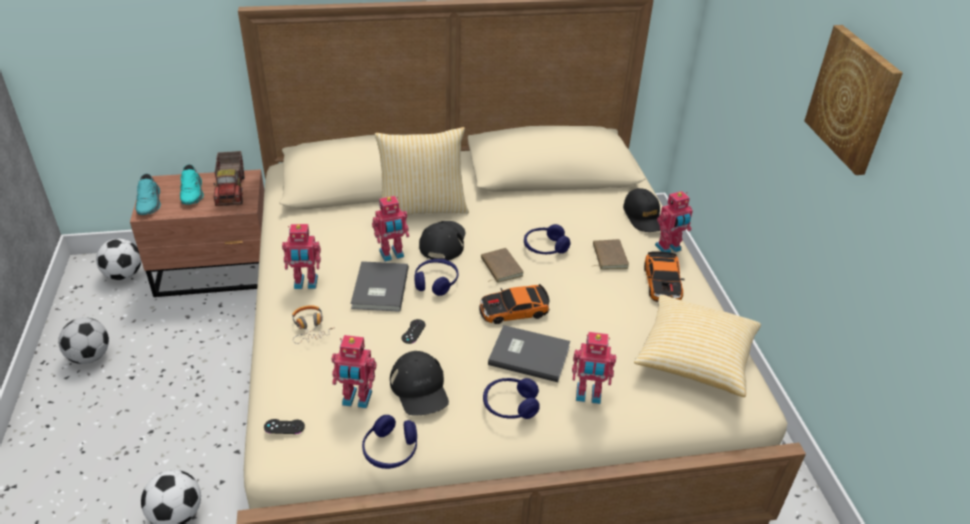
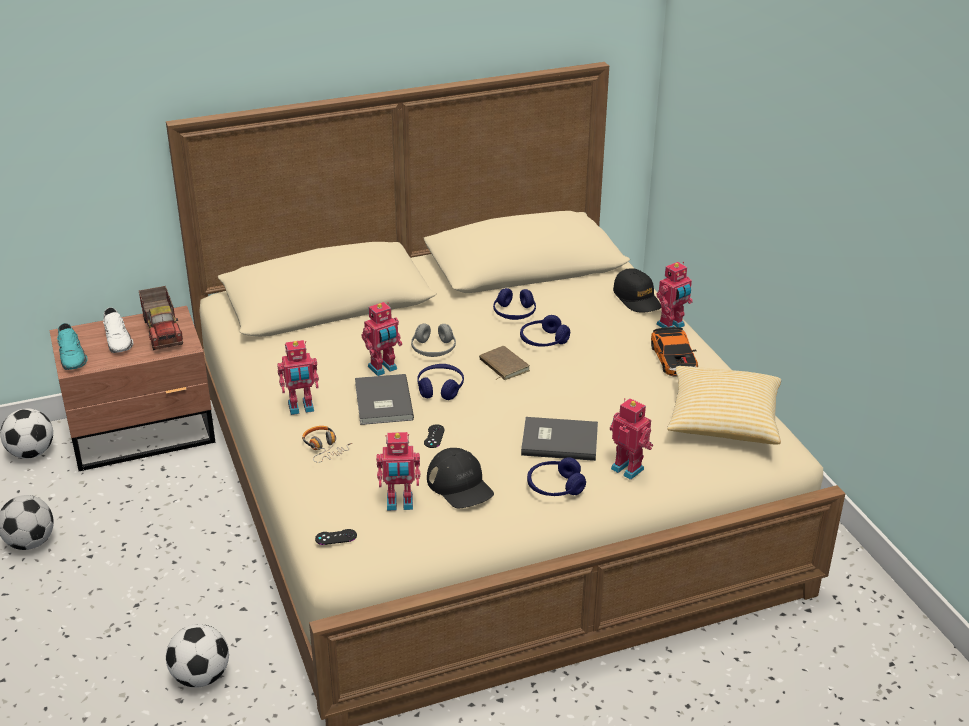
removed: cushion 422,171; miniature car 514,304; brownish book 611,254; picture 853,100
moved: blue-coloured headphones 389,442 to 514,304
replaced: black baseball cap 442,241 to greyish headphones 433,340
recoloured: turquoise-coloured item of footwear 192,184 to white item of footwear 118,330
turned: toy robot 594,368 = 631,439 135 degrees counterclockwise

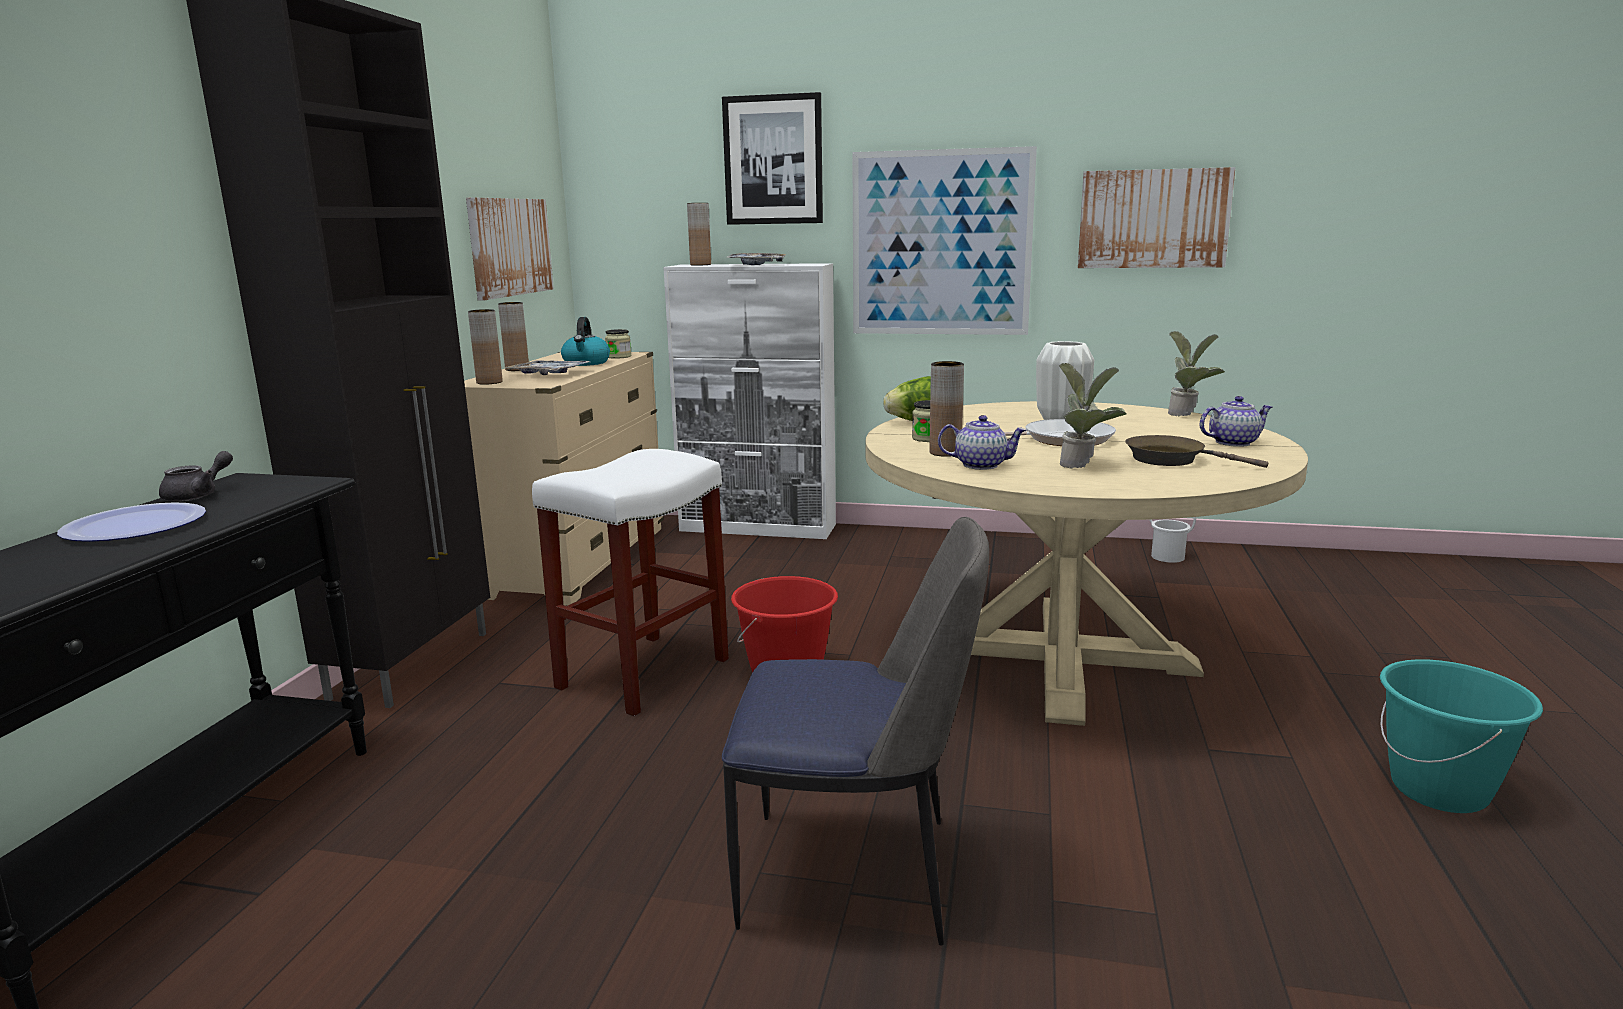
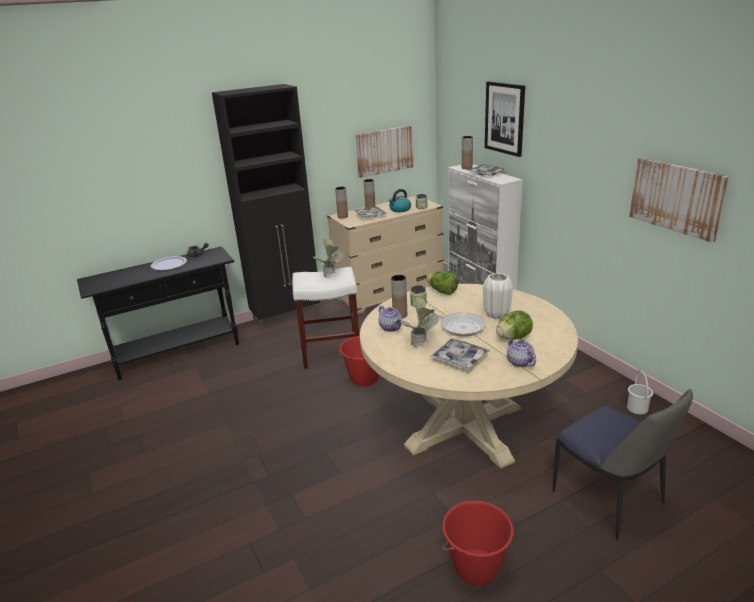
removed: picture 944,240
added: head of lettuce 514,325
moved: plain chair 855,731 to 623,464; potted plant 1196,373 to 328,258
replaced: brownish skillet 1196,451 to carrying tray 460,354
recoloured: turquoise-coloured water bucket 1461,736 to reddish water bucket 478,543
turned: teapot 1236,421 = 521,351 150 degrees counterclockwise

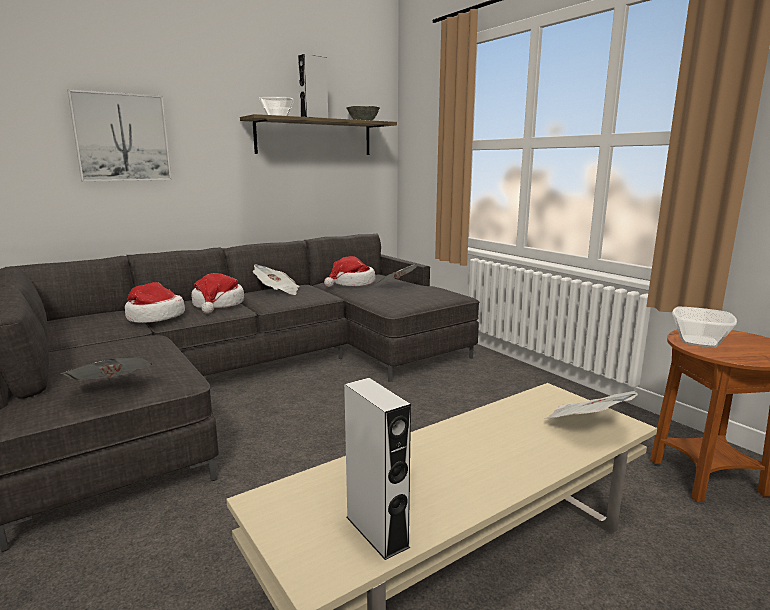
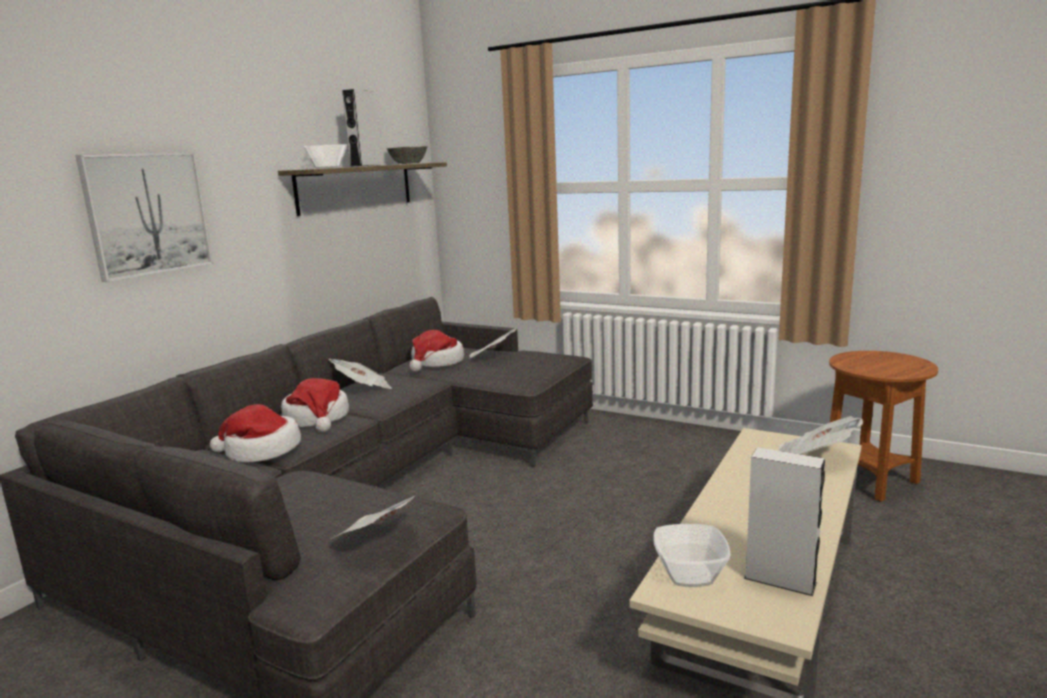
moved: deep dish 704,327 to 692,555

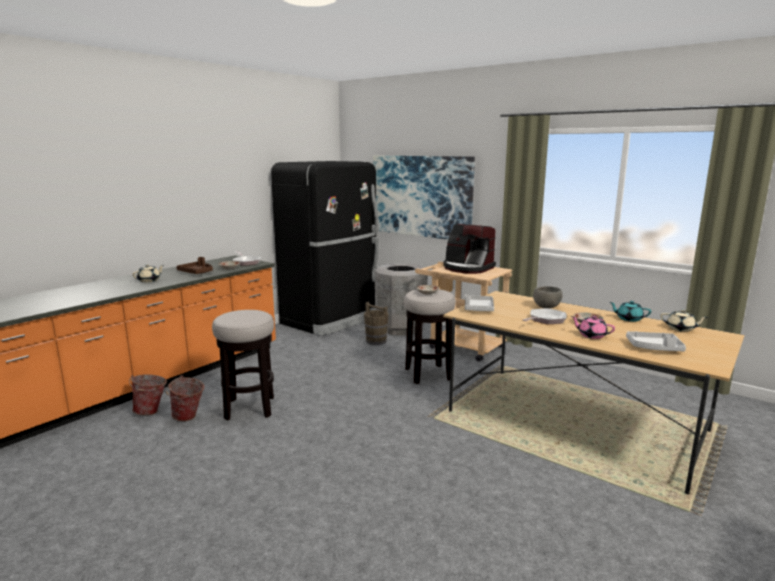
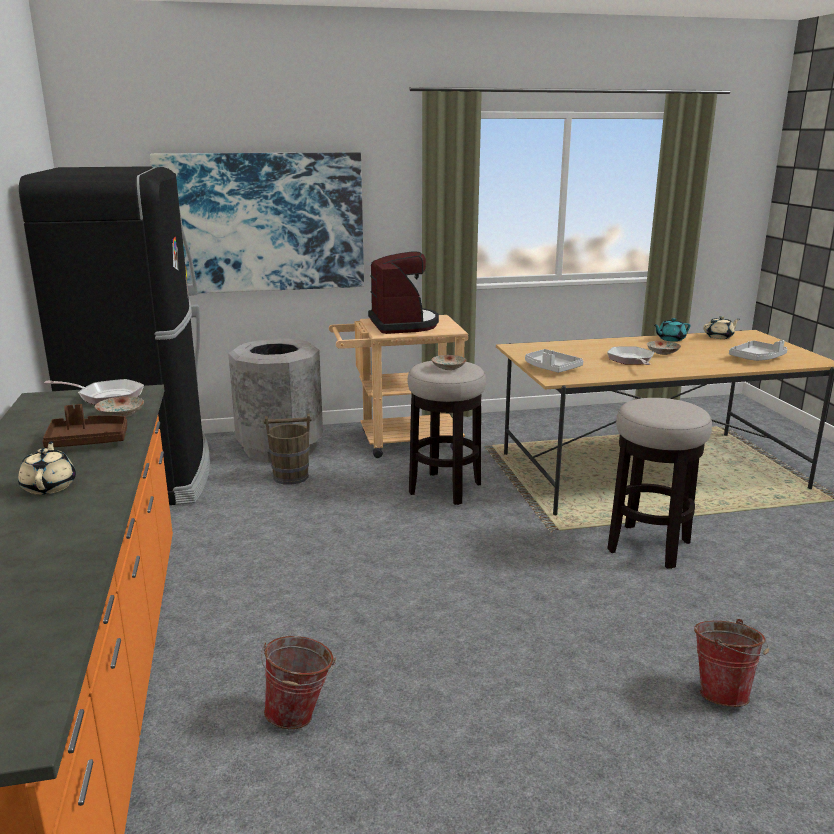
removed: greyish deep dish 547,297; pink teapot 593,327
moved: water bucket 148,394 to 731,663; stool seat 243,365 to 659,483
turned: coffee machine 469,249 = 403,292 90 degrees counterclockwise

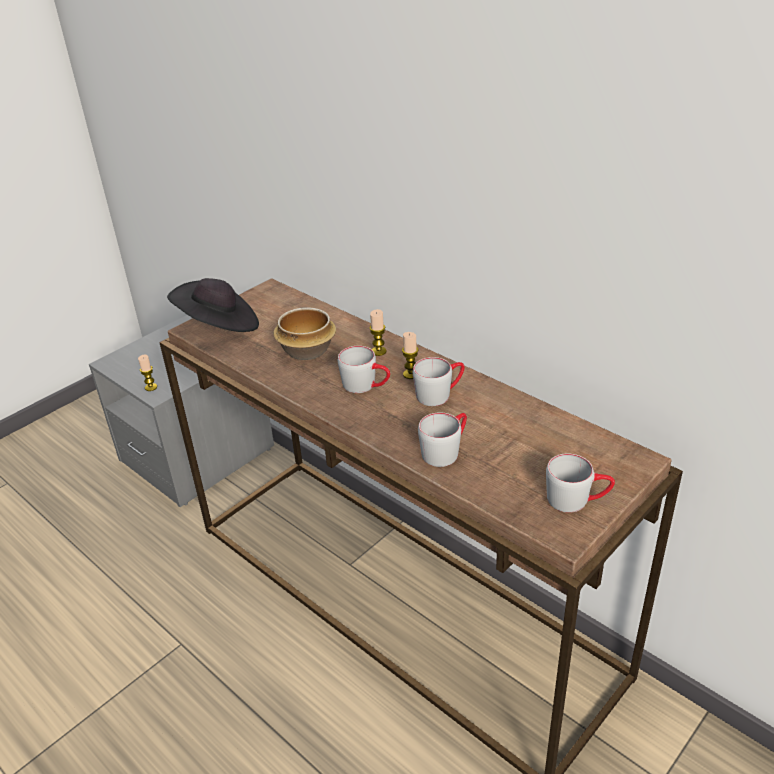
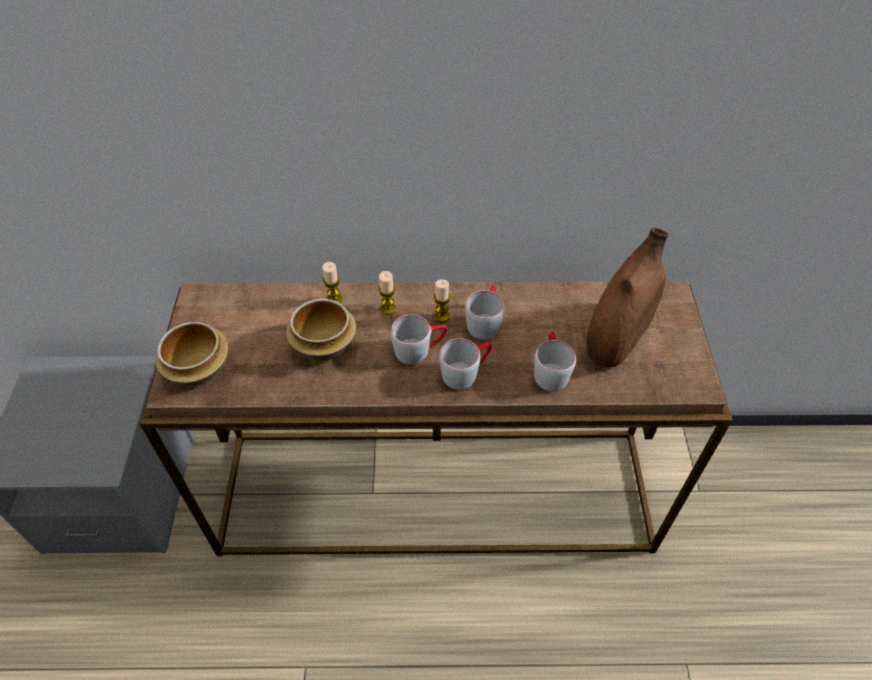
added: brownish decorative vase 627,298
moved: candle 147,373 to 332,282; greyish coffee mug 580,483 to 465,364
replaced: black clothing hat 213,305 to deep dish 191,354

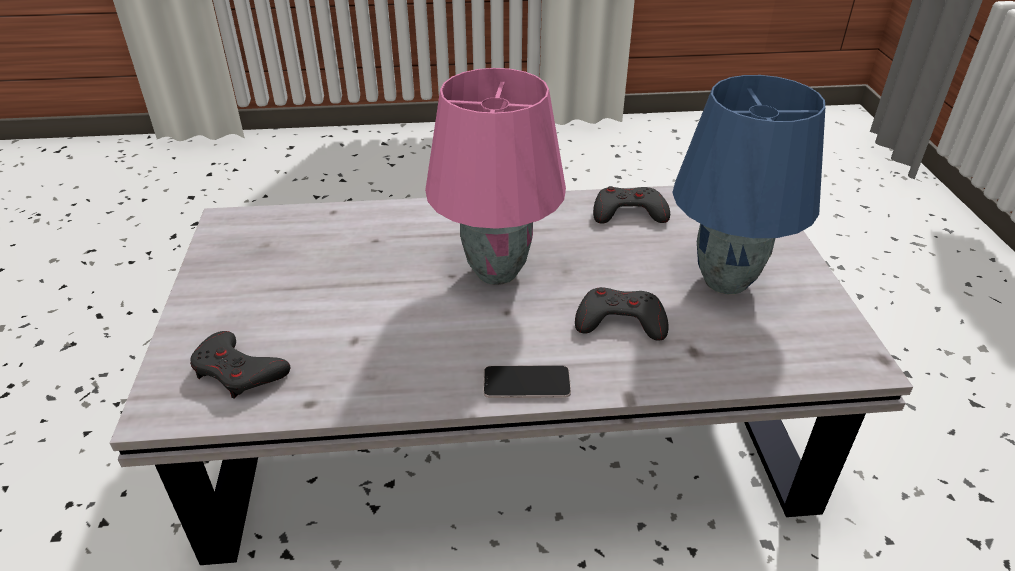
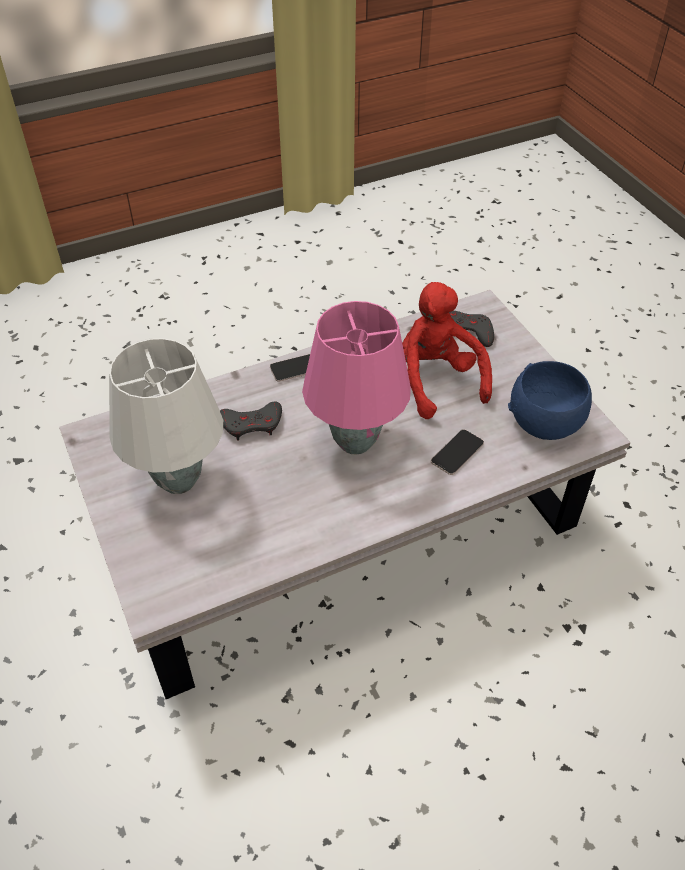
removed: greyish joypad 631,204
added: reddish cuddly toy 447,350; telephone 457,452; blue-coloured deep dish 550,400
recoloured: blue-coloured table lamp 748,184 to white table lamp 166,416

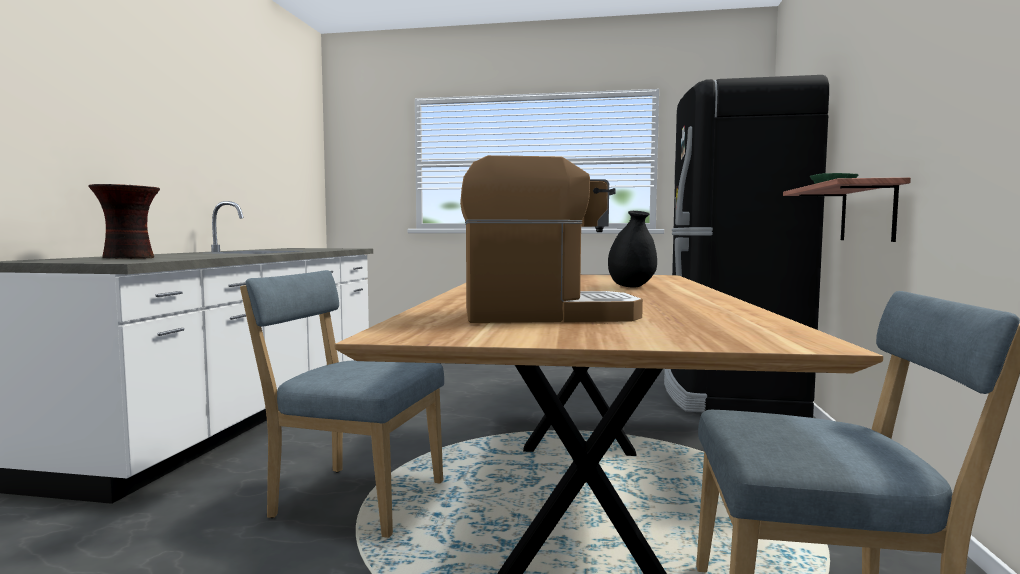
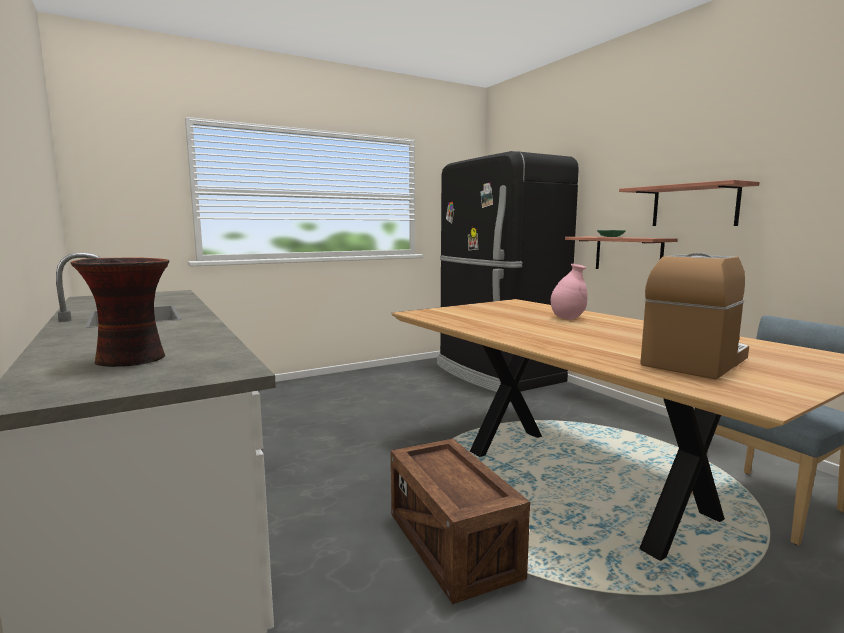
added: shelf 689,203
replaced: blue-coloured plain chair 342,404 to crate 460,521
recoloured: black decorative vase 632,249 to pink decorative vase 569,292

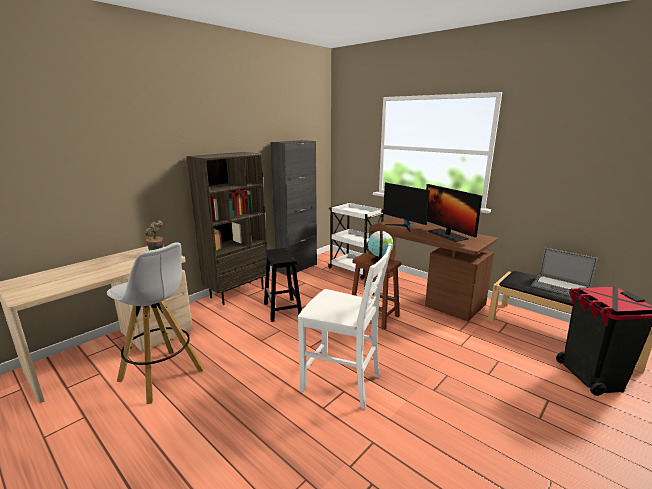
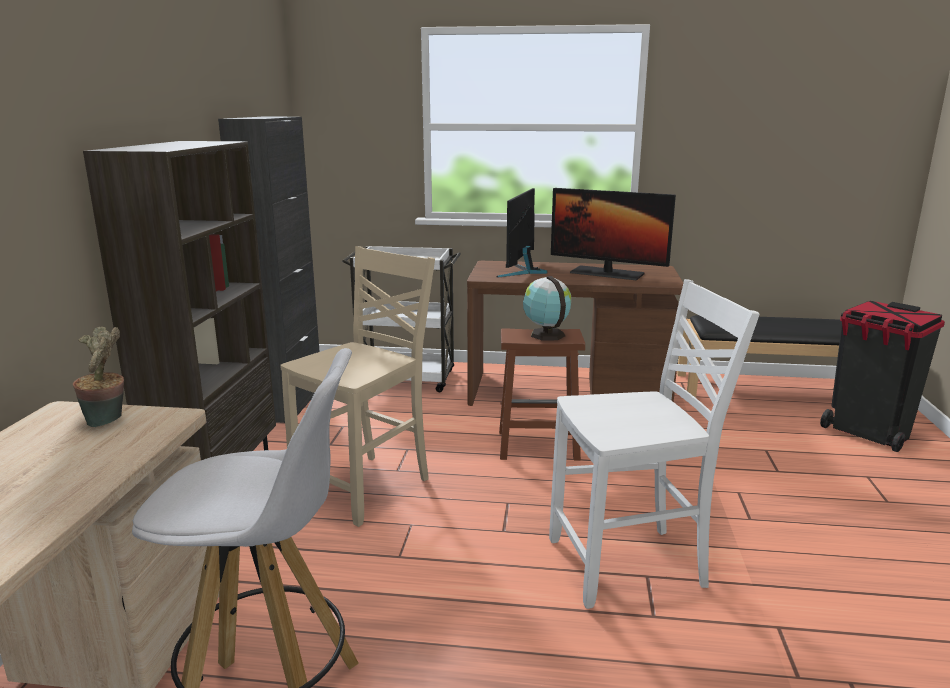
removed: laptop 564,272
replaced: black stool seat 283,285 to sand-coloured plain chair 357,386
turned: monitor 406,207 = 522,232 90 degrees clockwise

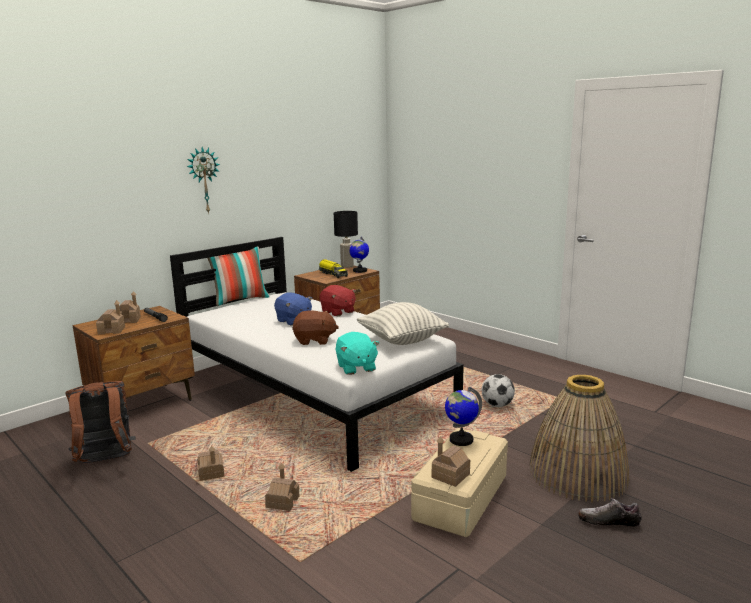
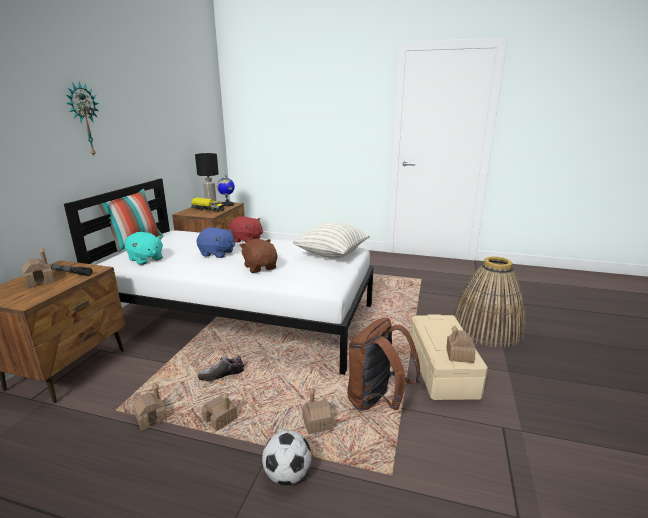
removed: world globe 463,416
moved: brownish rucksack 101,422 to 384,364; toy house 110,317 to 150,407; turquoise-coloured cuddly toy 357,353 to 144,248; football ball 498,390 to 287,457; item of footwear 610,512 to 221,368
turned: brownish cuddly toy 315,327 = 258,256 90 degrees counterclockwise

